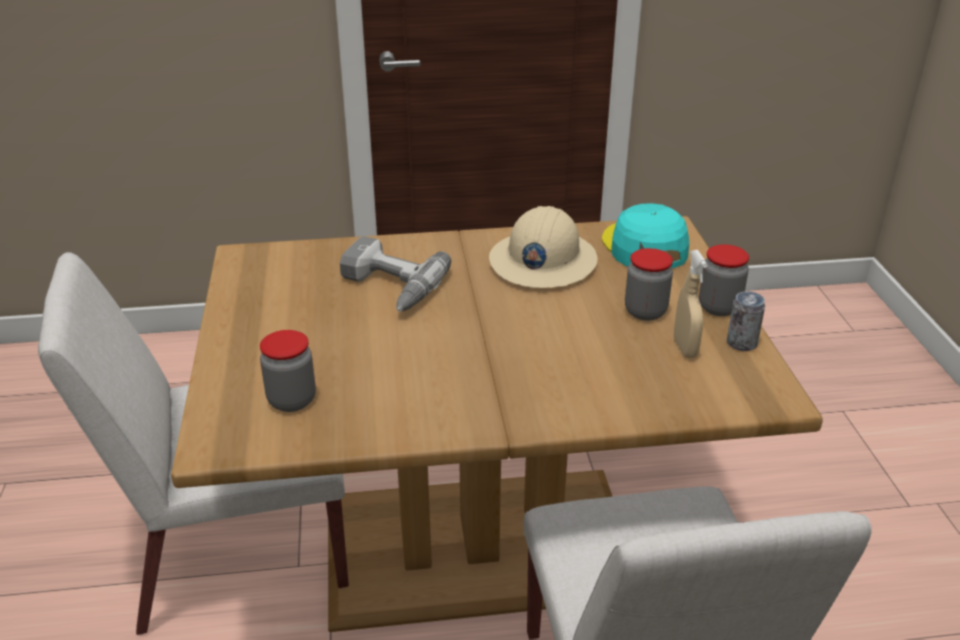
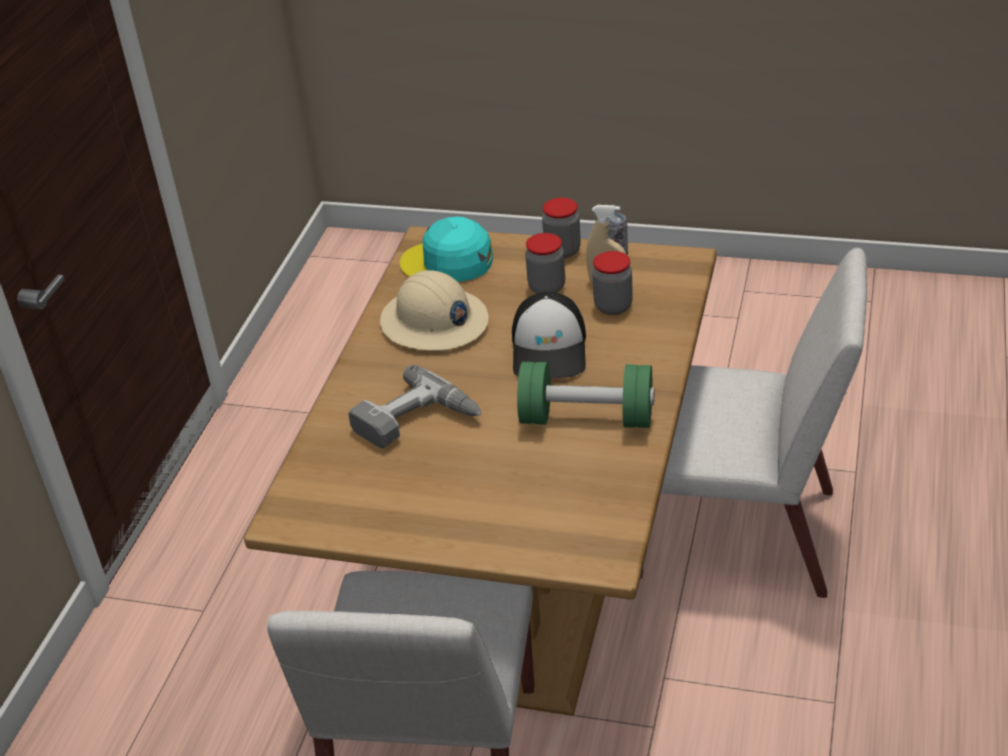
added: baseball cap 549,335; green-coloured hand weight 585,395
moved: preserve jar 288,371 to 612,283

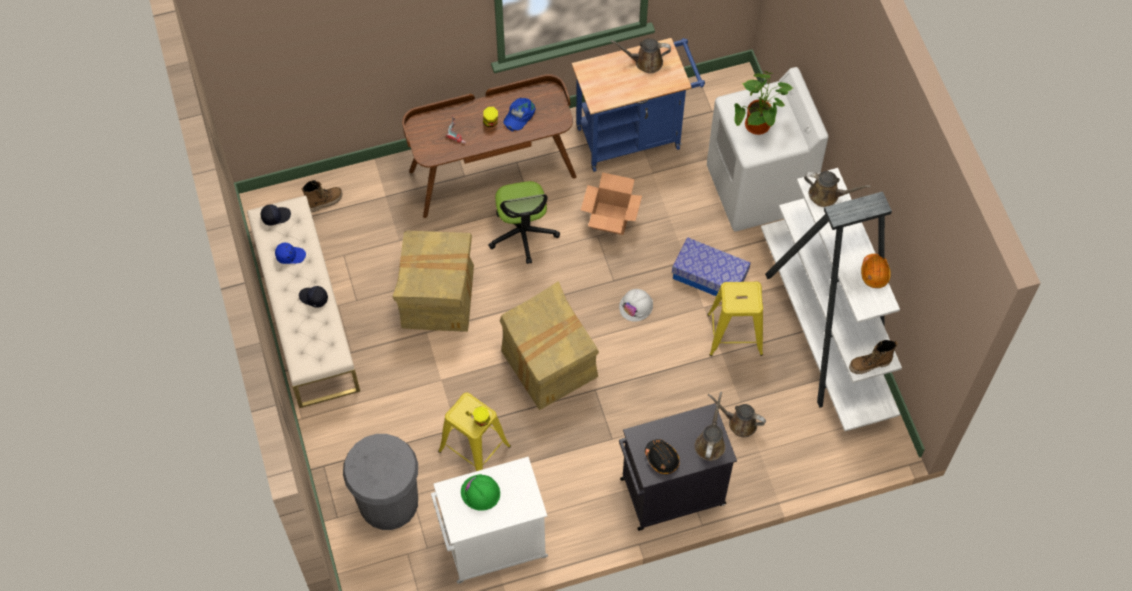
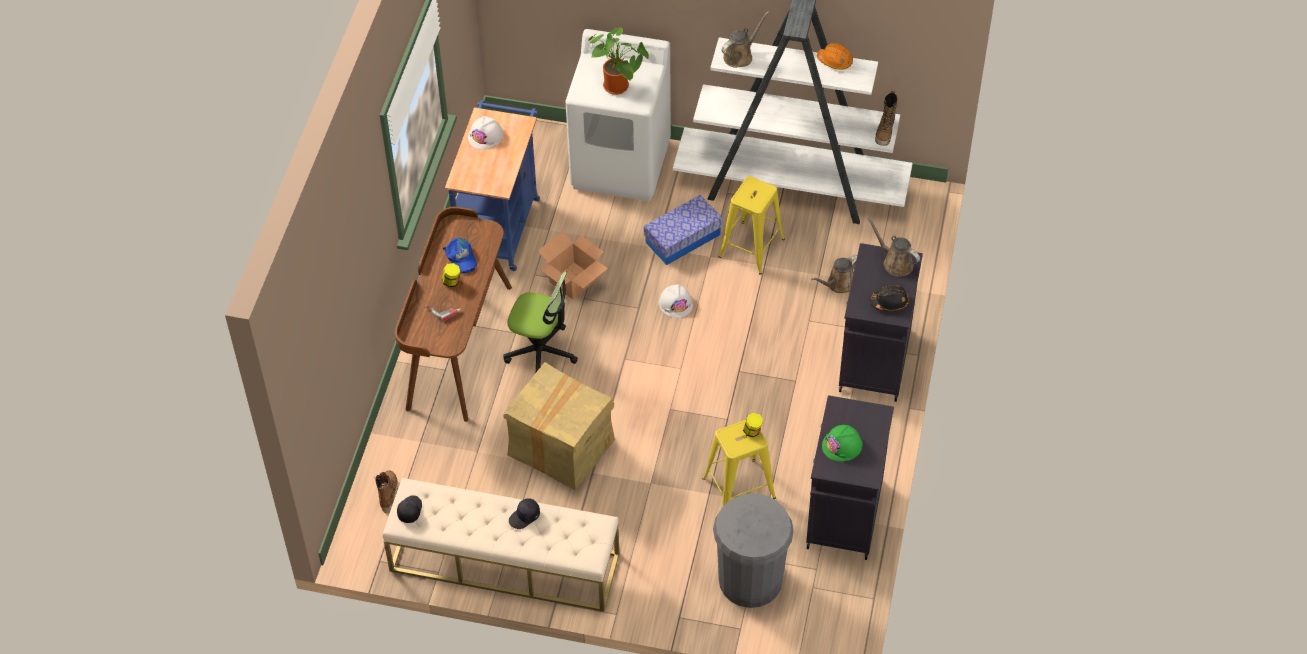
removed: blue-coloured baseball cap 290,253; packing box 549,345
replaced: brownish watering can 641,55 to white hard hat 485,133
recoloured: white cupboard 489,520 to black cupboard 850,477

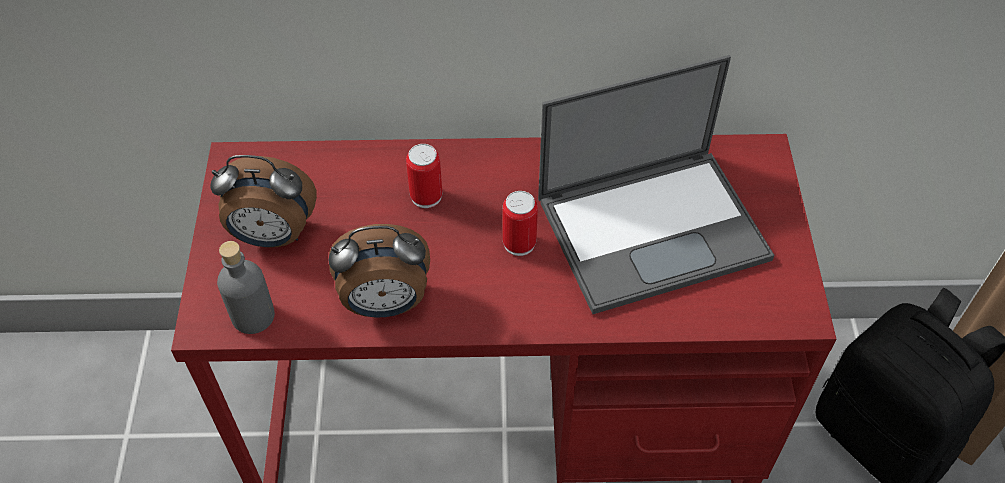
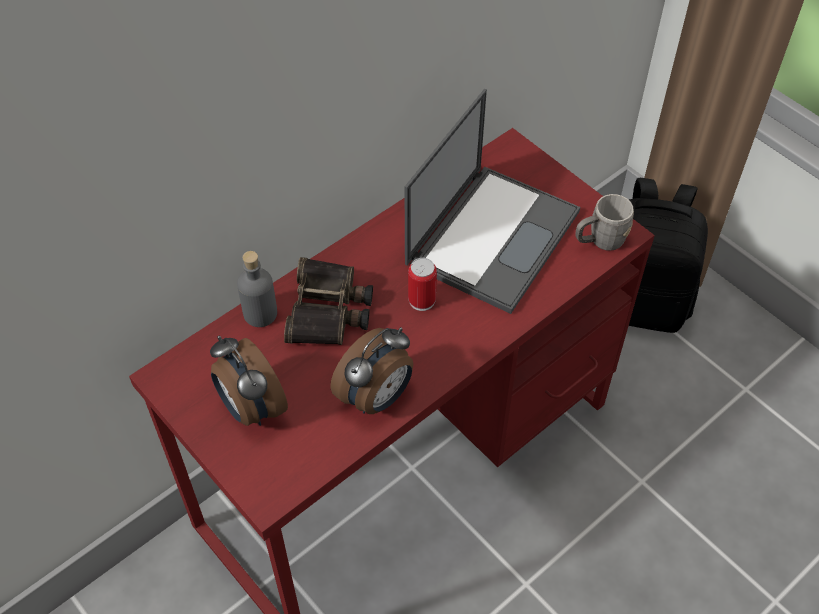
added: greyish coffee mug 604,222
moved: greyish bottle 246,287 to 257,289
replaced: can 424,176 to pair of binoculars 328,301
turned: bedside clock 263,201 = 249,381 90 degrees clockwise

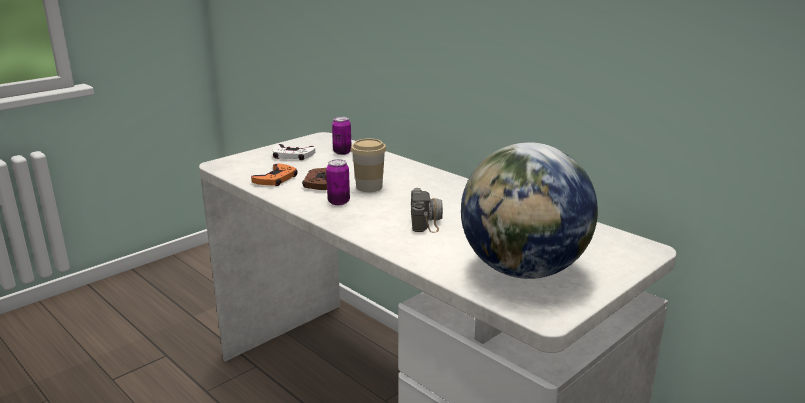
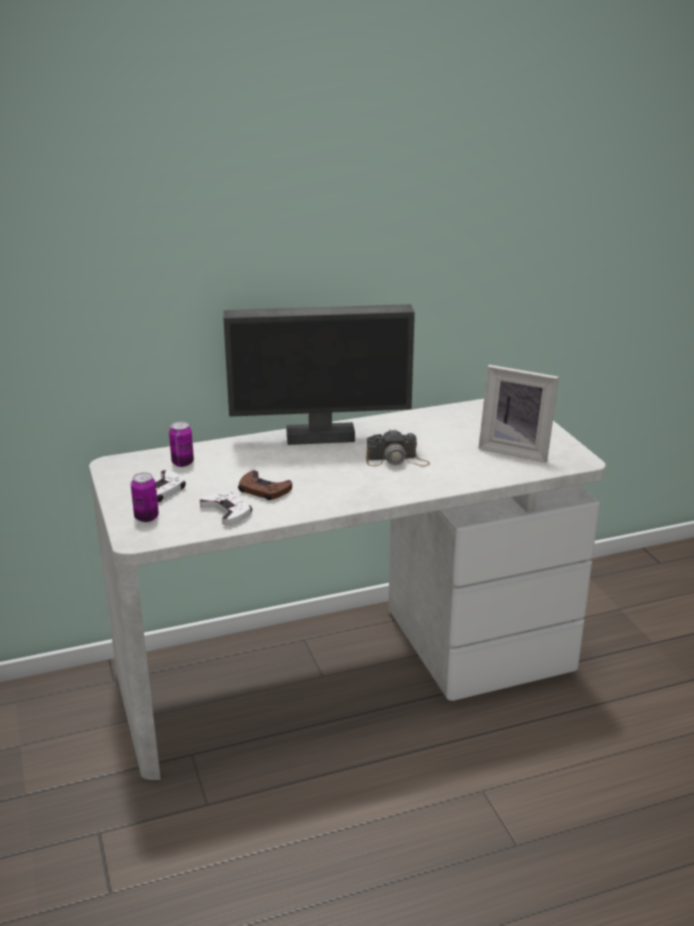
removed: cup 368,165
added: monitor 319,374
moved: can 338,182 to 145,497
replaced: world globe 529,210 to photo frame 519,413
recoloured: orangey joypad 274,175 to white joypad 226,508
turned: still camera 427,210 = 398,447 150 degrees clockwise

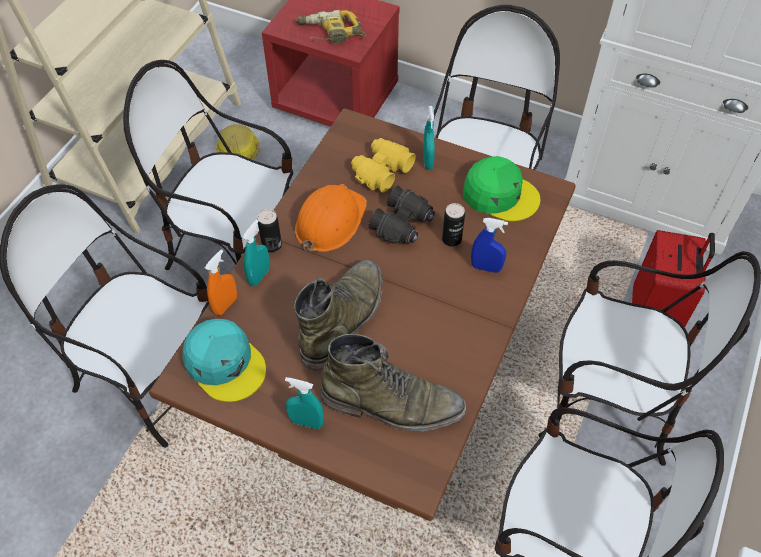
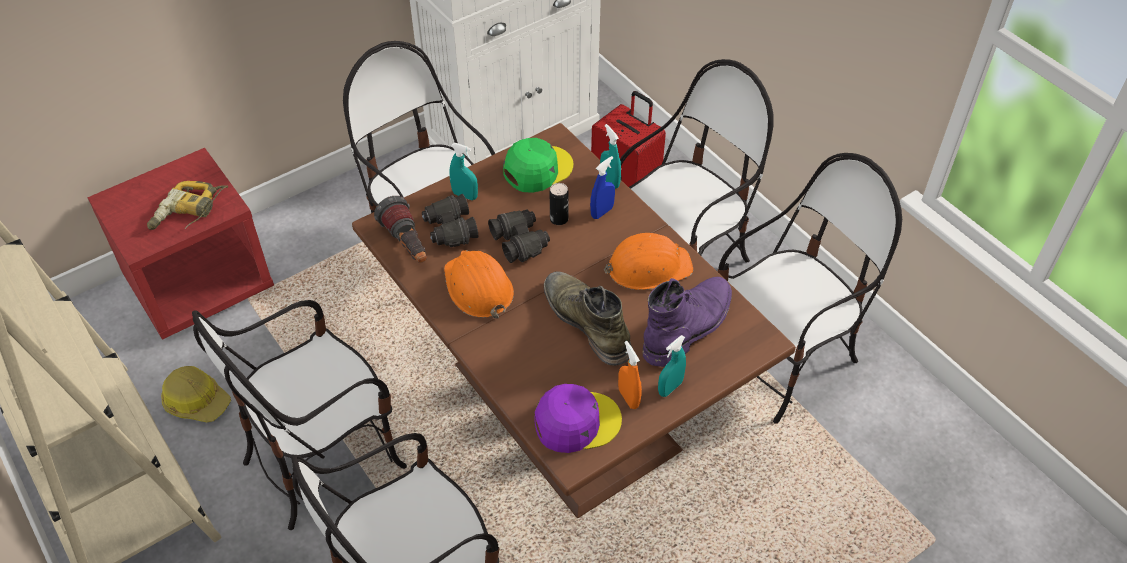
removed: can 269,231
added: torch 400,229; orangey hard hat 648,261
moved: orangey hand sprayer 221,282 to 630,375; turquoise-coloured hand sprayer 256,252 to 610,156
recoloured: turquoise-coloured baseball cap 224,360 to purple baseball cap 578,418; green-coloured boot 393,382 to purple boot 687,322; yellow-coloured pair of binoculars 383,165 to black pair of binoculars 450,220

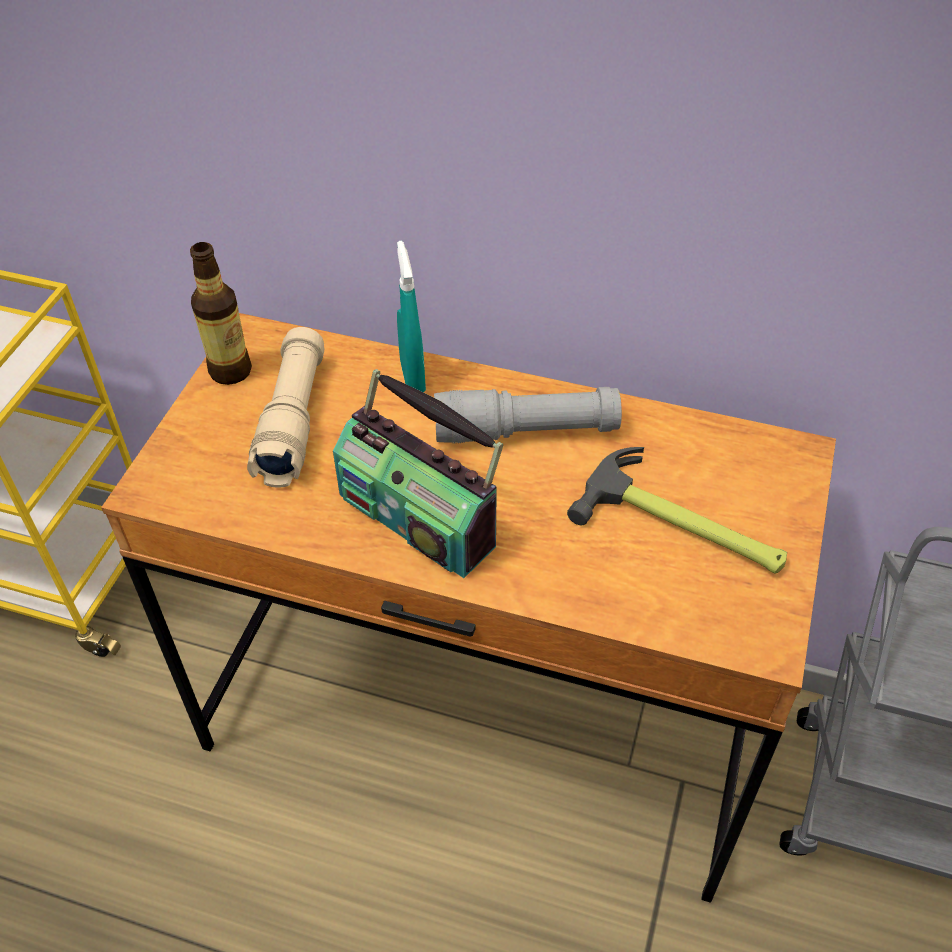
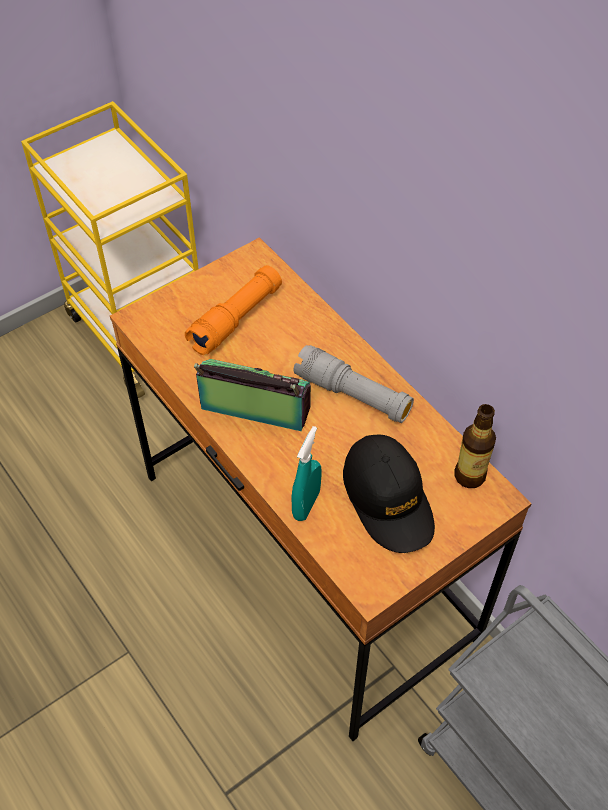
moved: bottle 221,313 to 475,446; turquoise-coloured hand sprayer 411,317 to 306,473
replaced: tool hammer 677,510 to black baseball cap 389,493
recoloured: sand-coloured torch 285,407 to orangey torch 233,310
turned: radio receiver 418,473 = 252,395 120 degrees clockwise

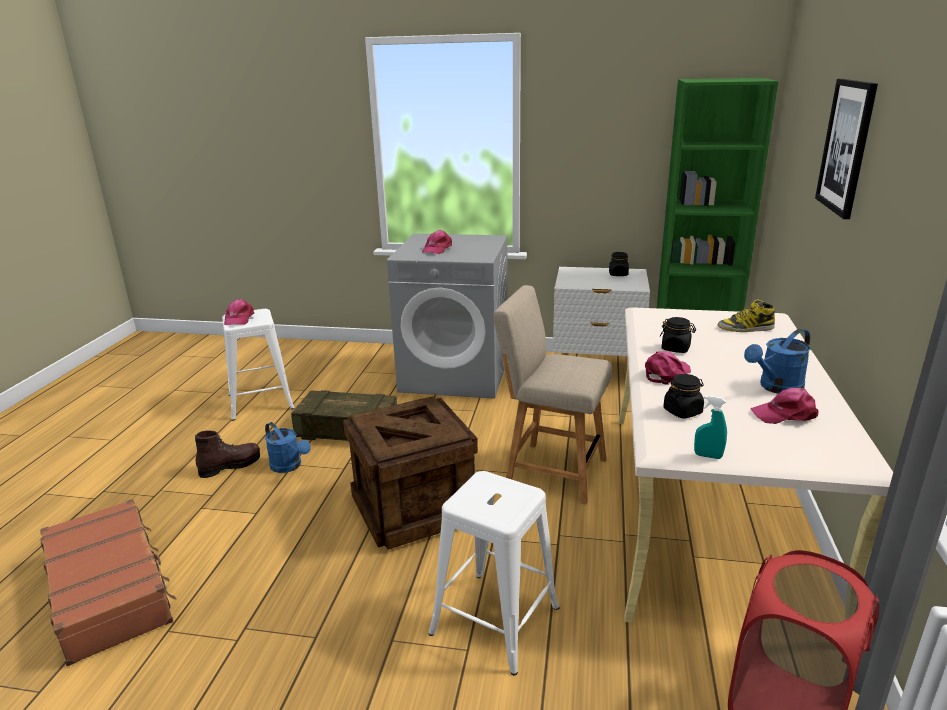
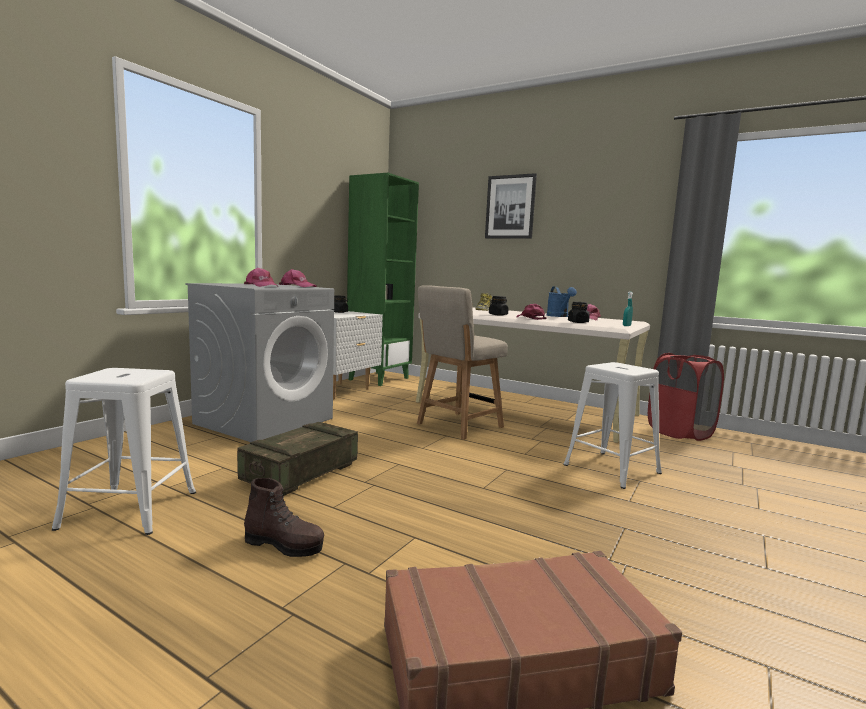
removed: blue-coloured watering can 288,447; crate 410,473
moved: pink baseball cap 239,312 to 298,278
turned: brownish boot 227,454 = 284,517 120 degrees clockwise

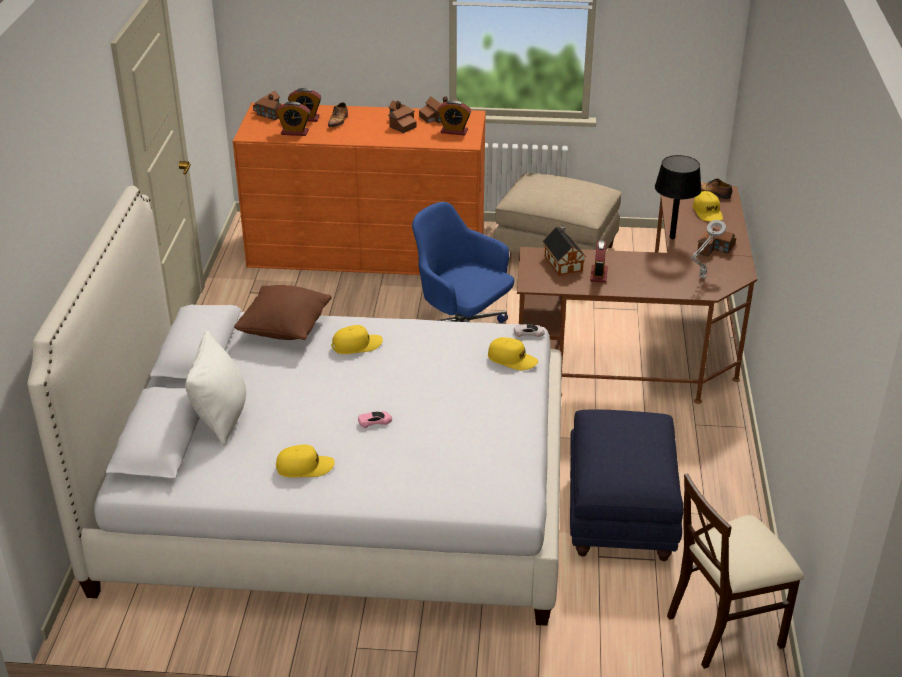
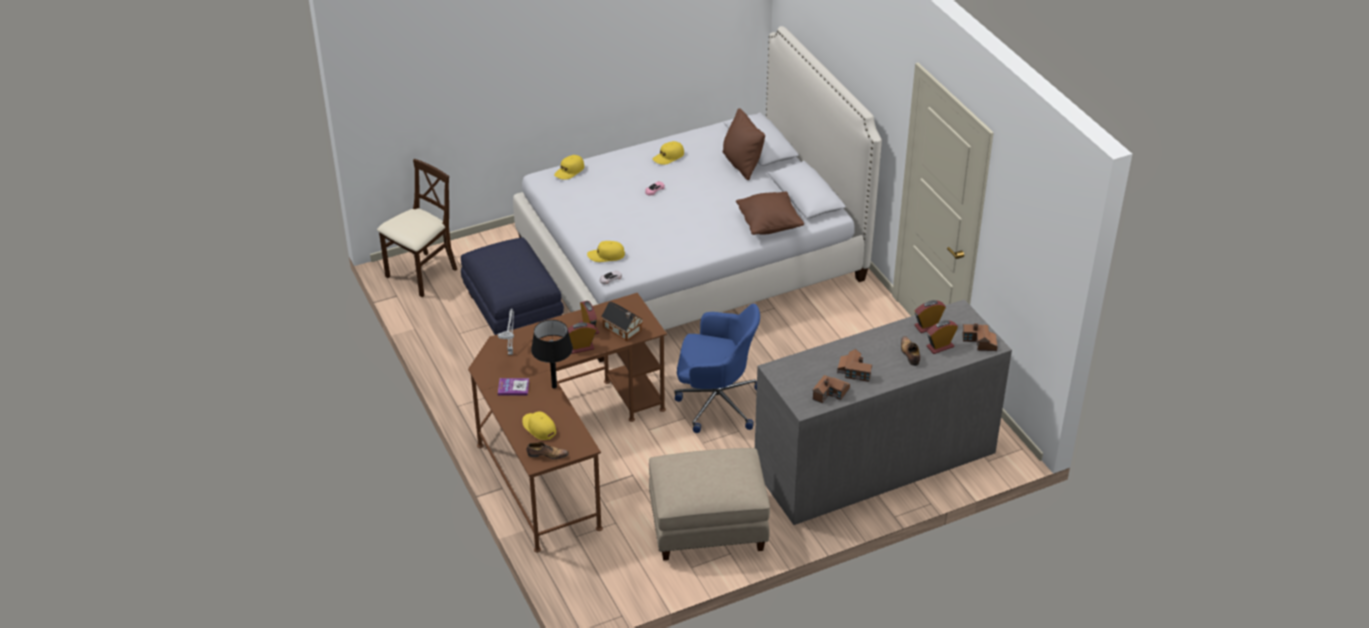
moved: yellow-coloured baseball cap 357,339 to 569,167; bedside clock 454,118 to 582,338
replaced: toy house 716,242 to book 513,387
recoloured: white cushion 215,388 to brownish cushion 744,144; orangey drawer chest 359,189 to greyish drawer chest 883,412

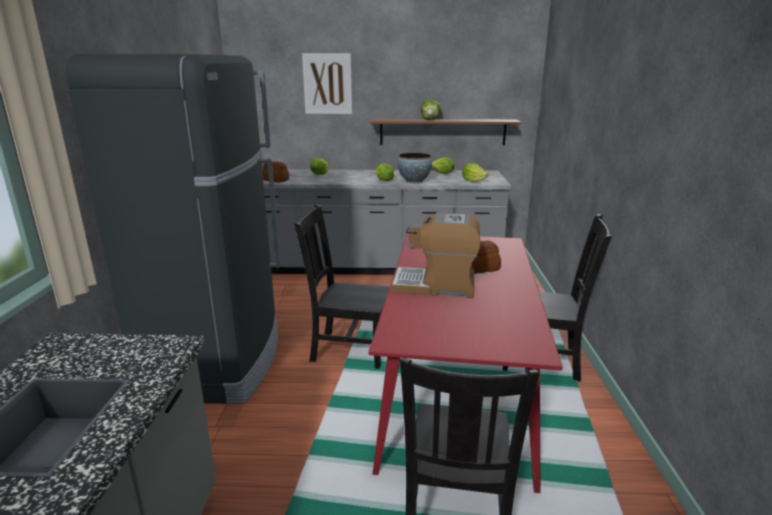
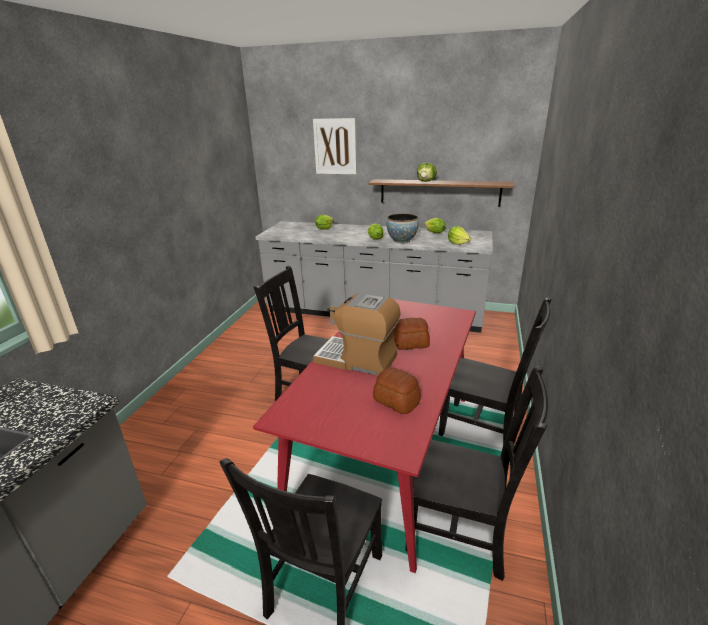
removed: black fridge 173,229
added: black plain chair 476,473
moved: baked bread 275,171 to 397,390

